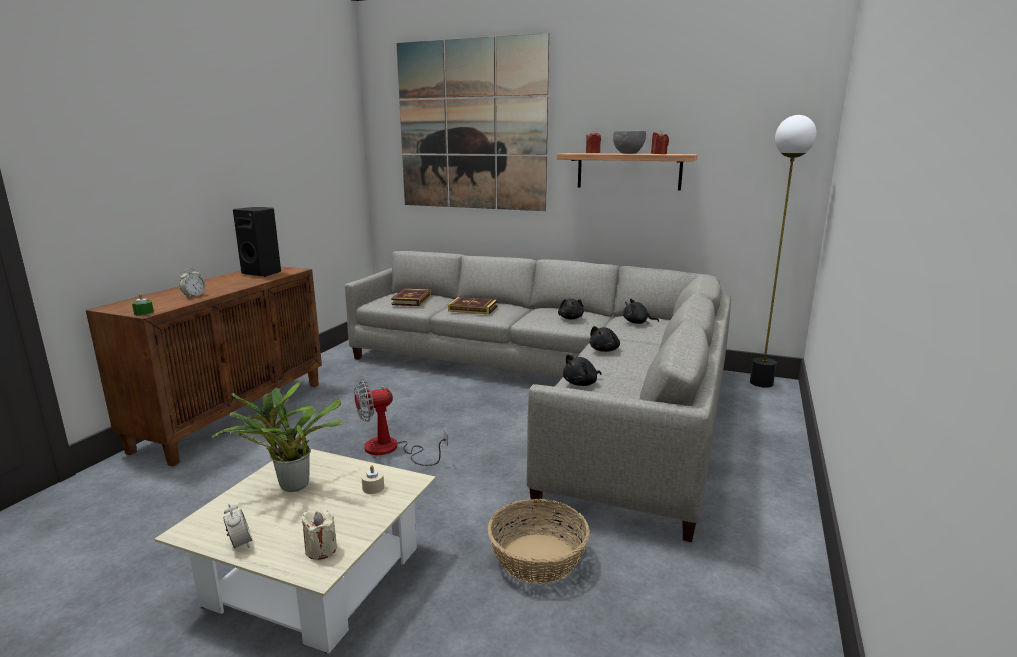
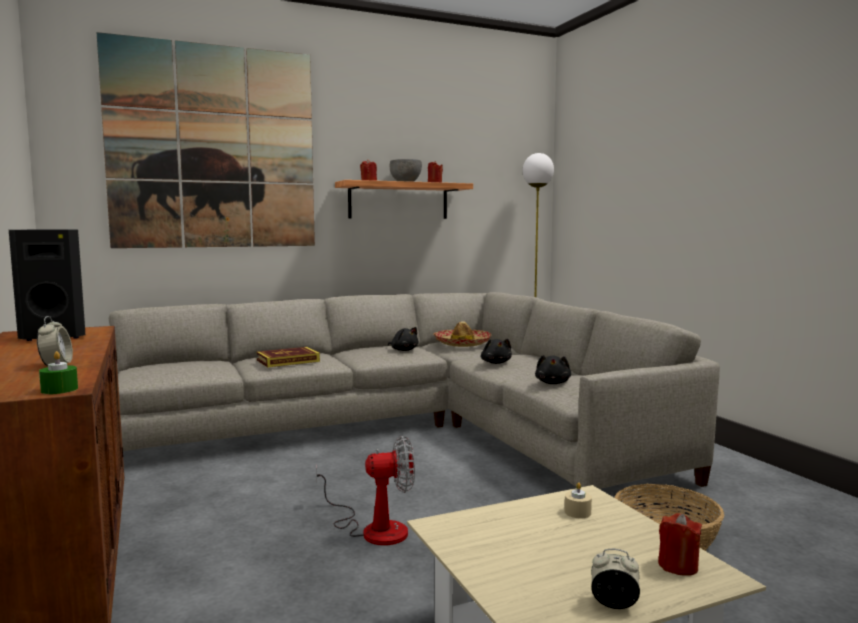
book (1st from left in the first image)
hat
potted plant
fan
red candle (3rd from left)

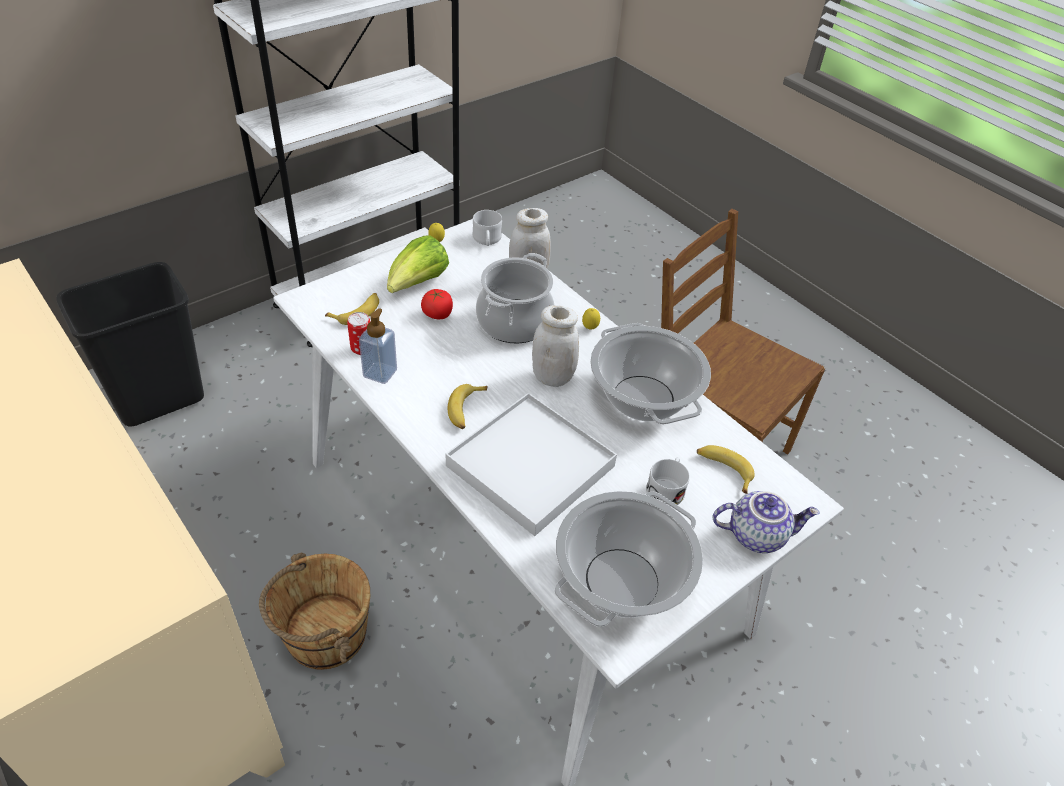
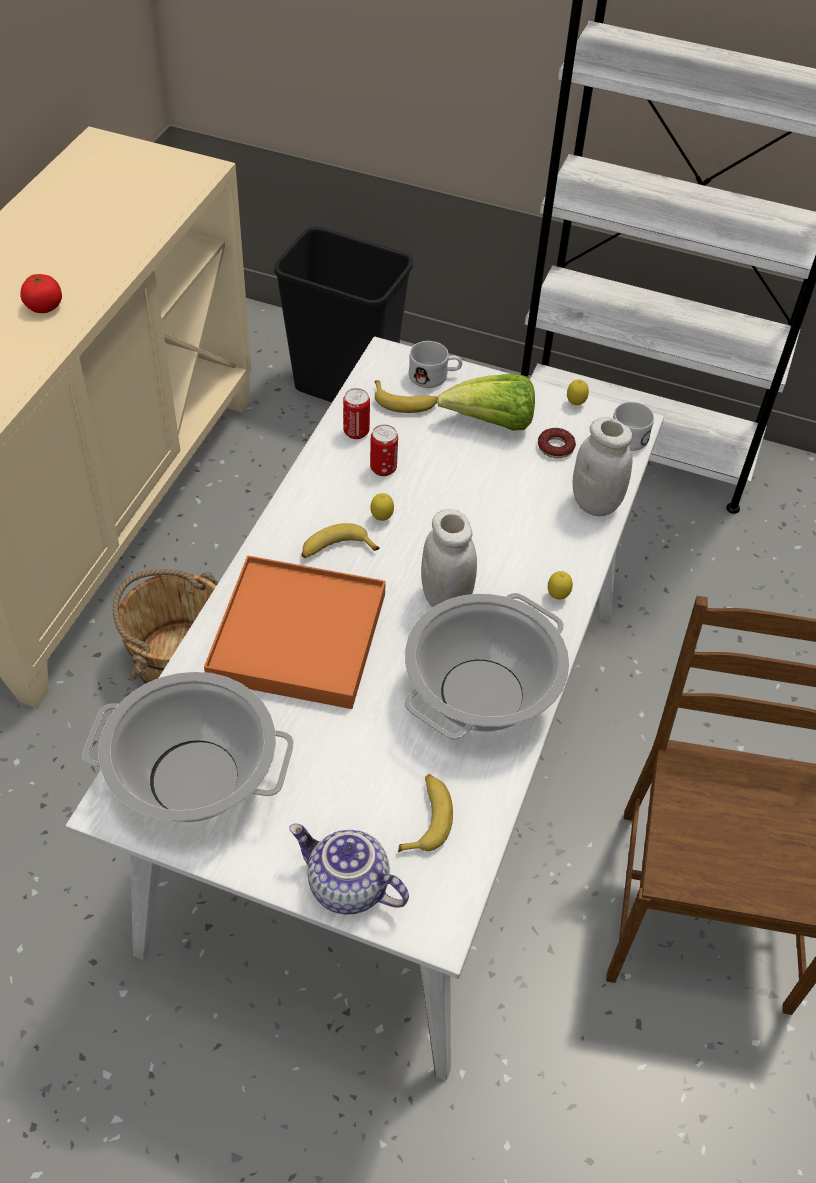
cooking pot (1st from left in the first image)
tomato
soap dispenser
orange tray
white mug (1st from left)
teapot
can (2nd from left)
donut
lemon (1st from left)

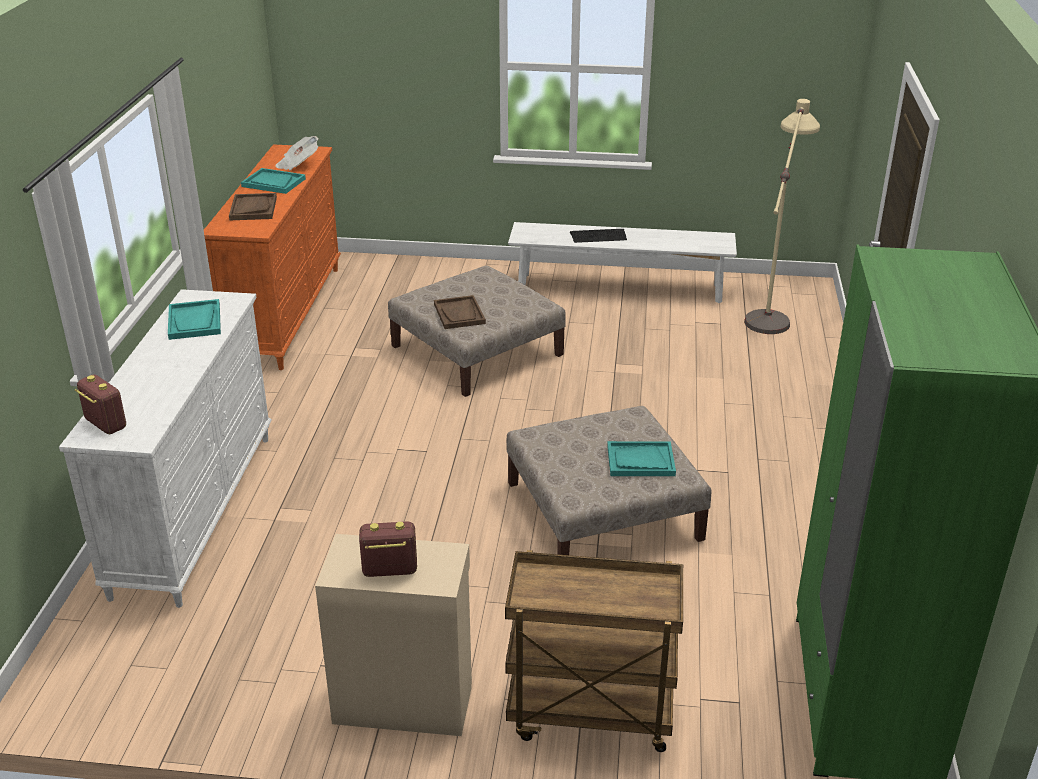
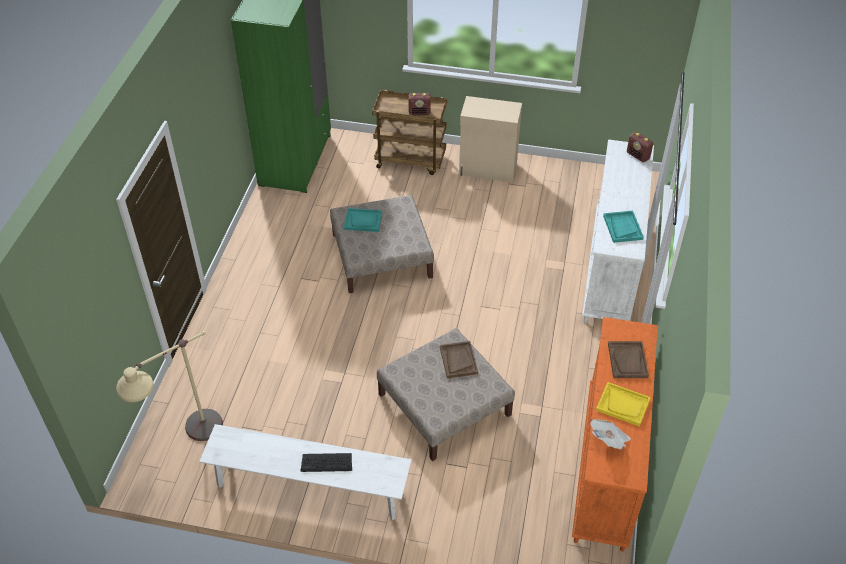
yellow tray
radio (1st from left)

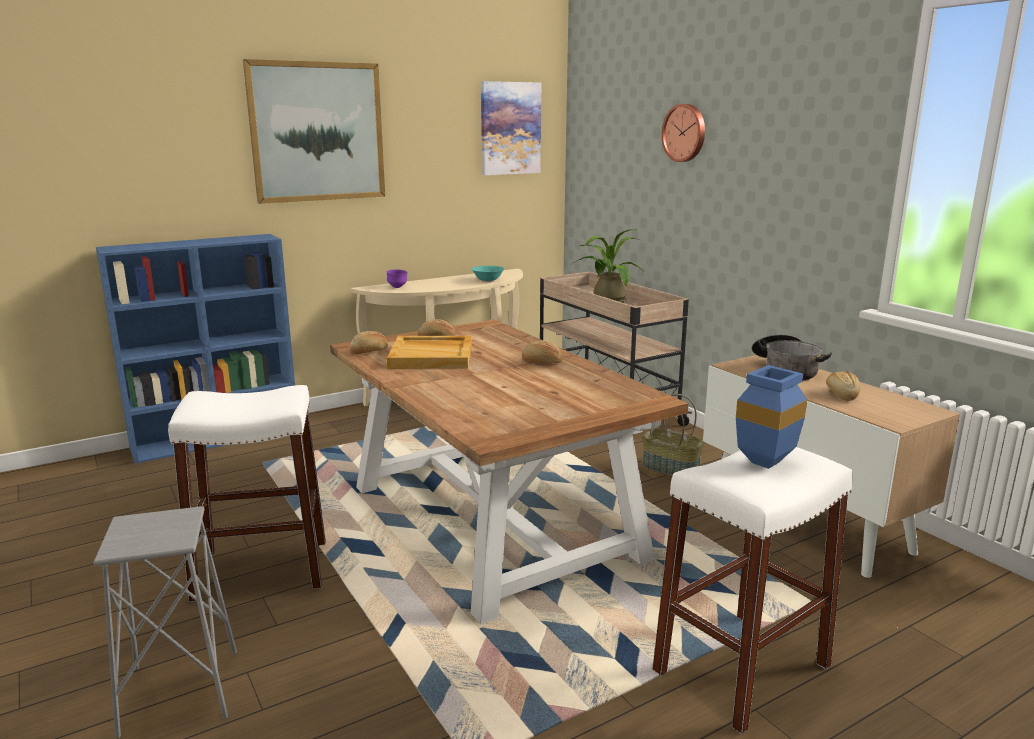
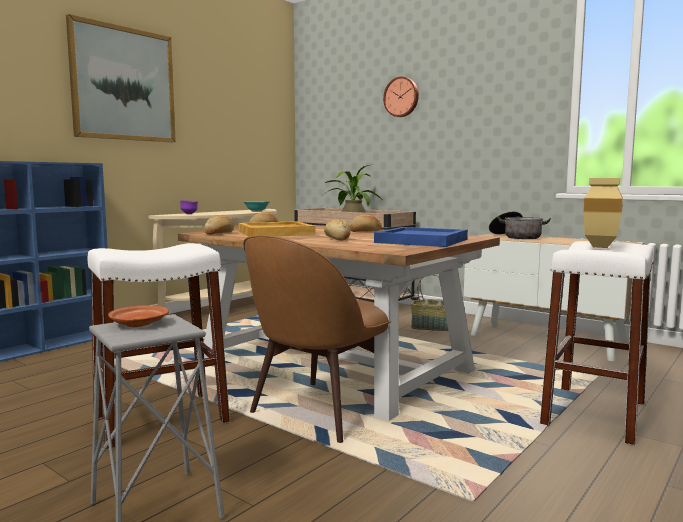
picture (2nd from left in the first image)
beige vase
bread (3rd from left)
blue tray
brown chair
brown plate

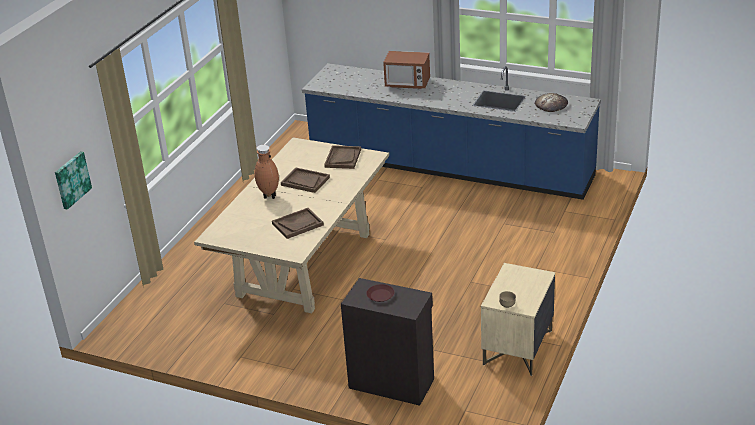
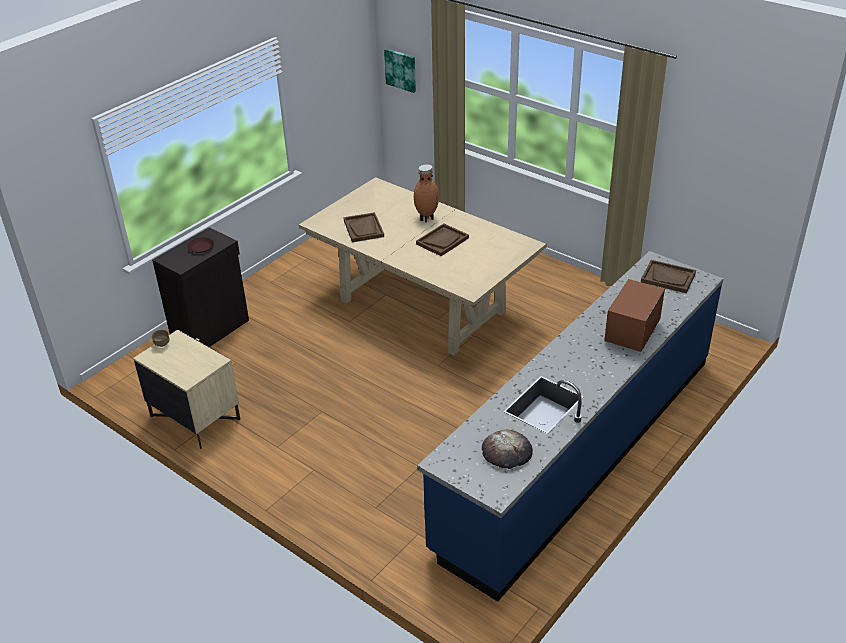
brown tray (3rd from left)

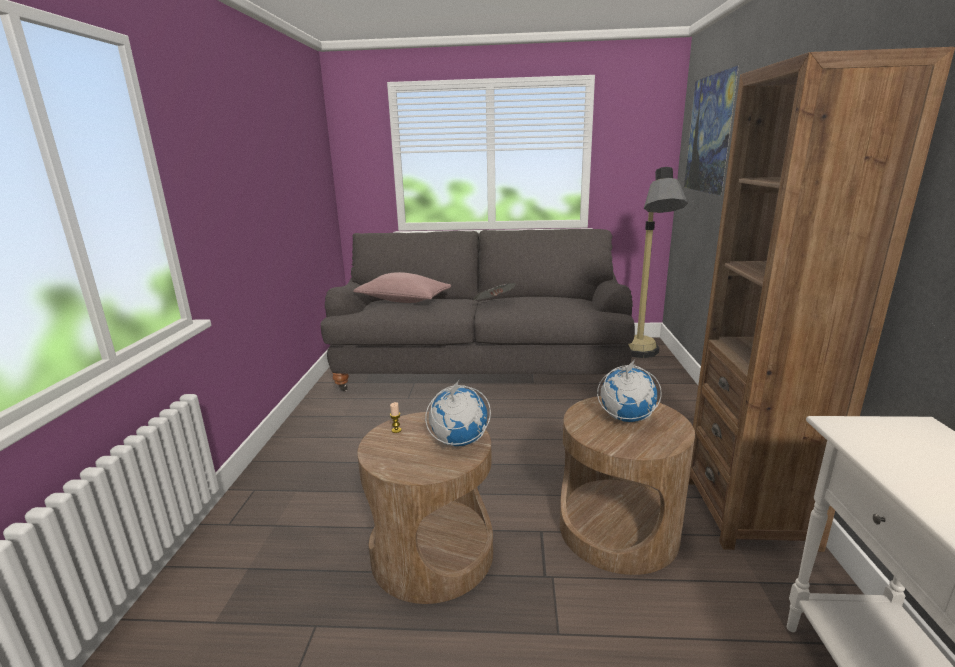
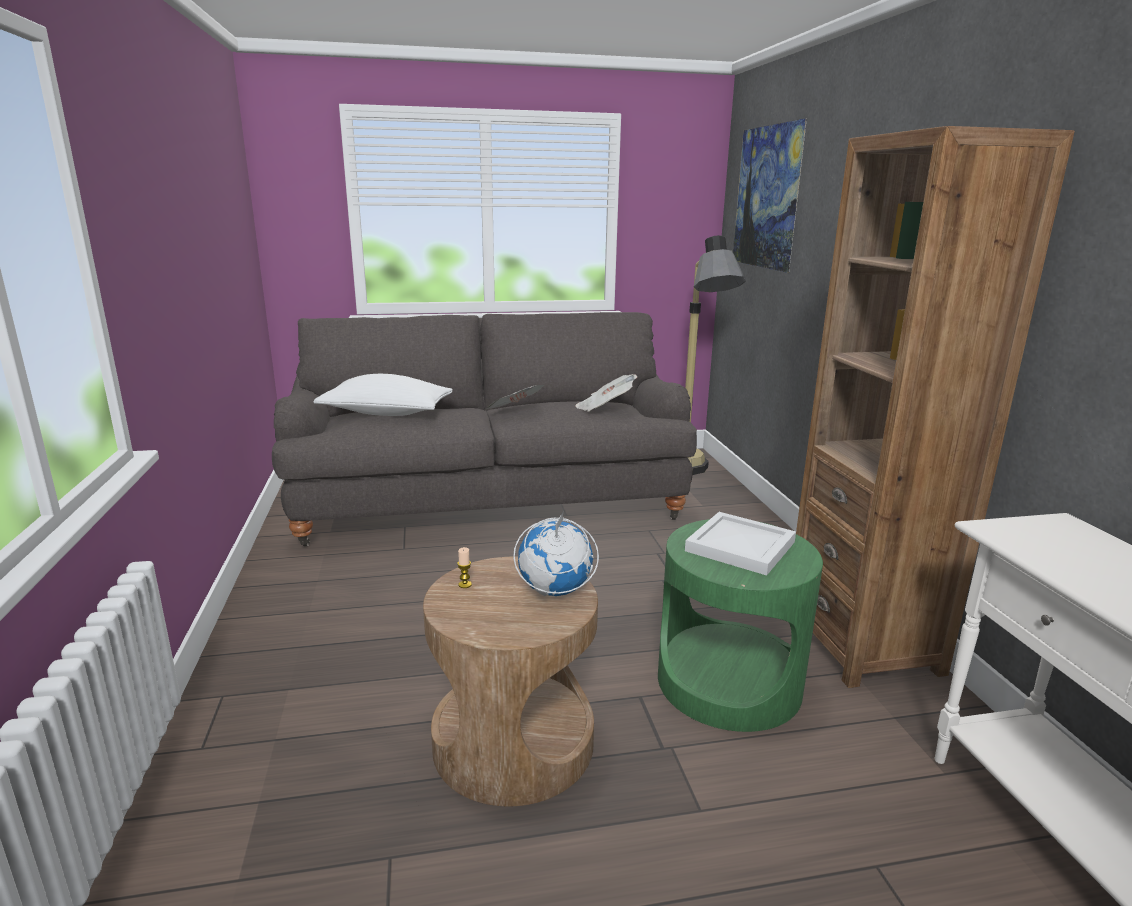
white pillow
white tray
green side table
newspaper (2nd from left)

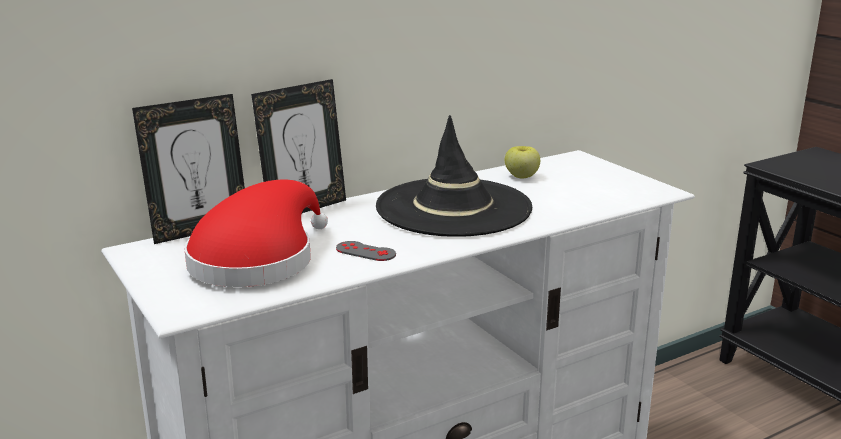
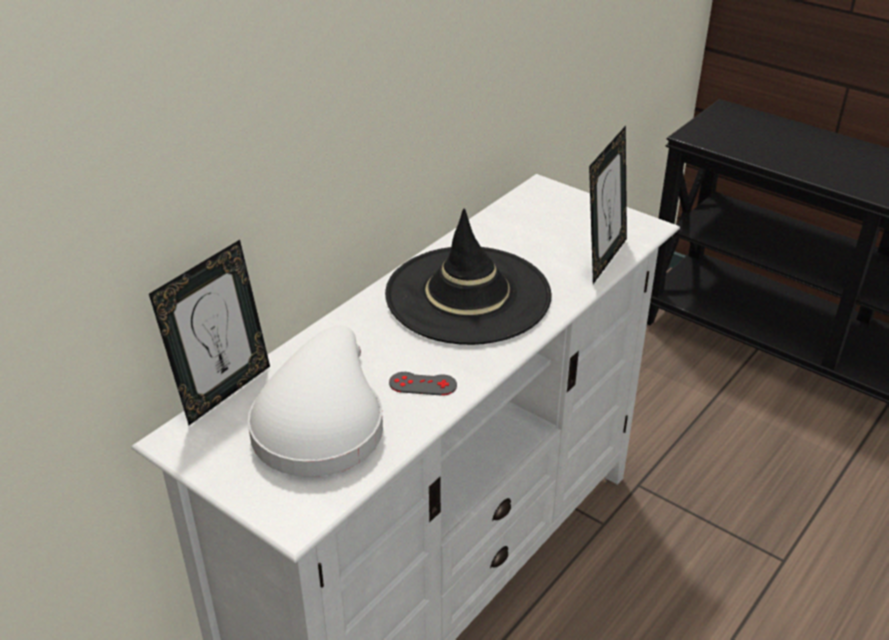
picture frame (2nd from left)
apple
white hat

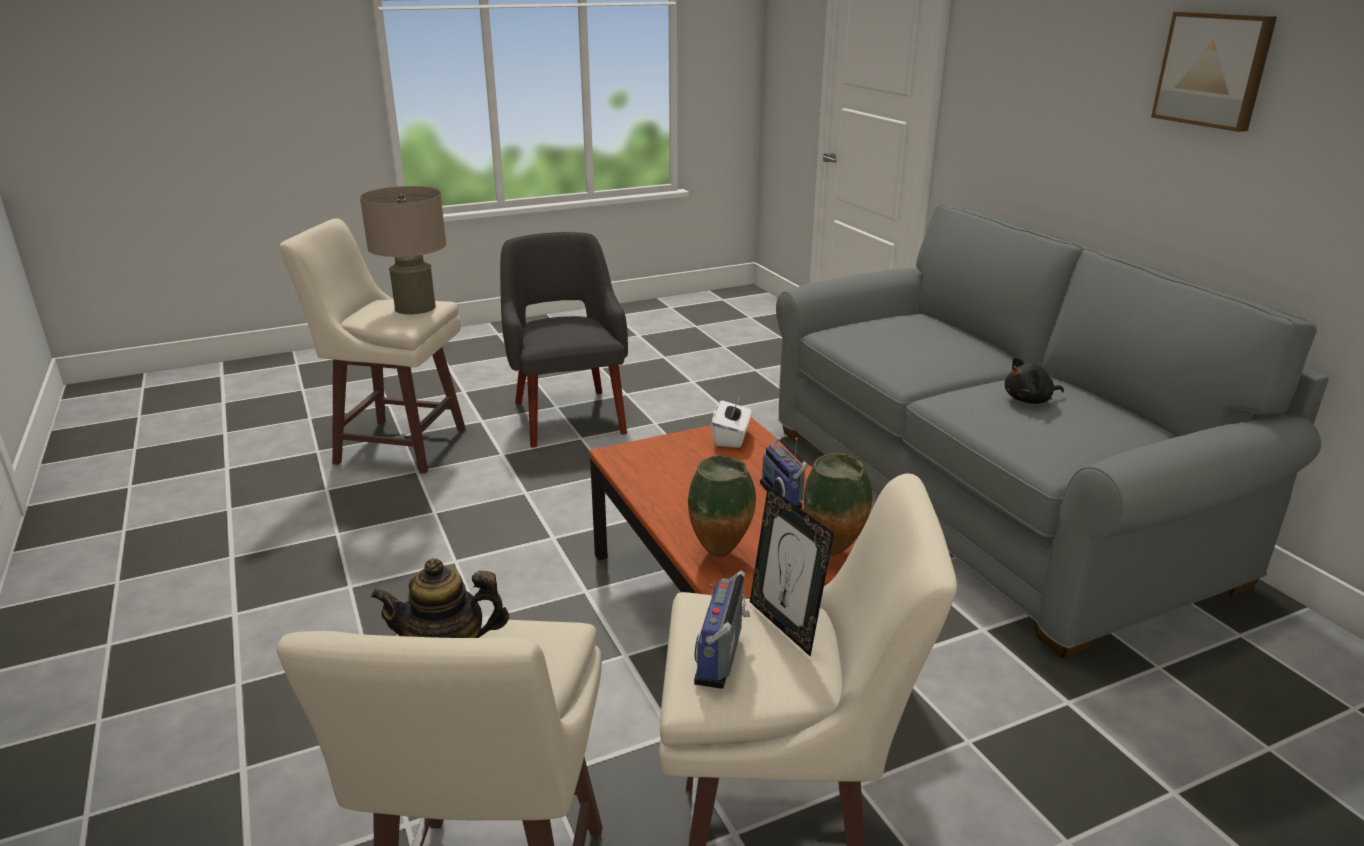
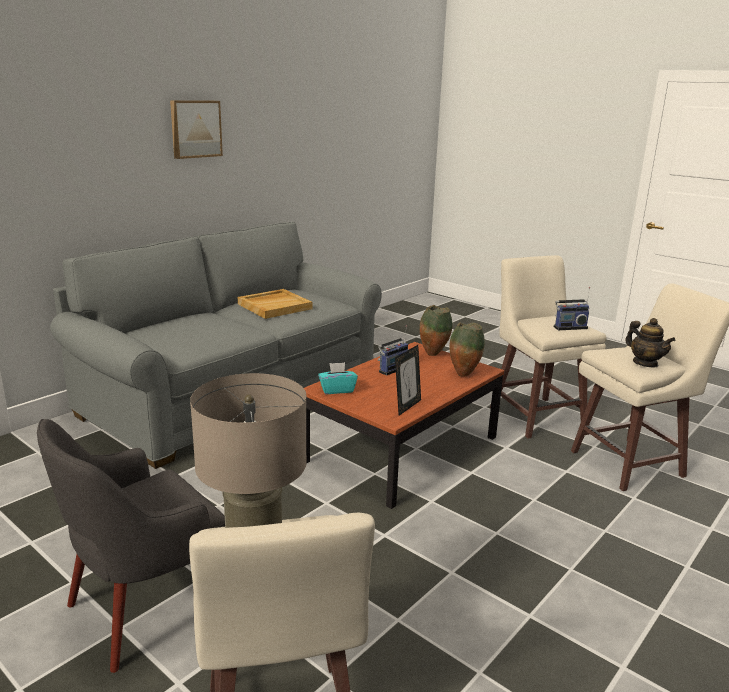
beige tray
turquoise tissue box
picture frame

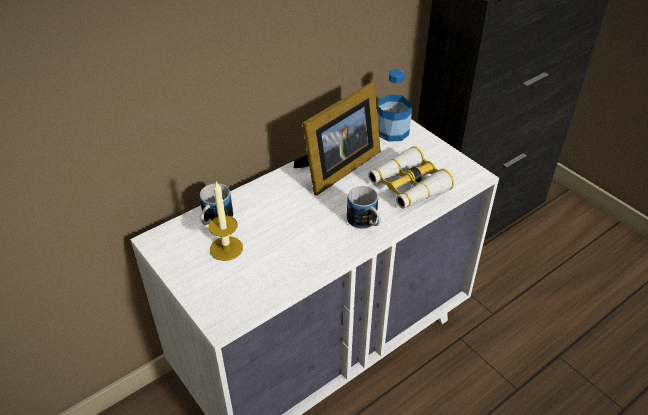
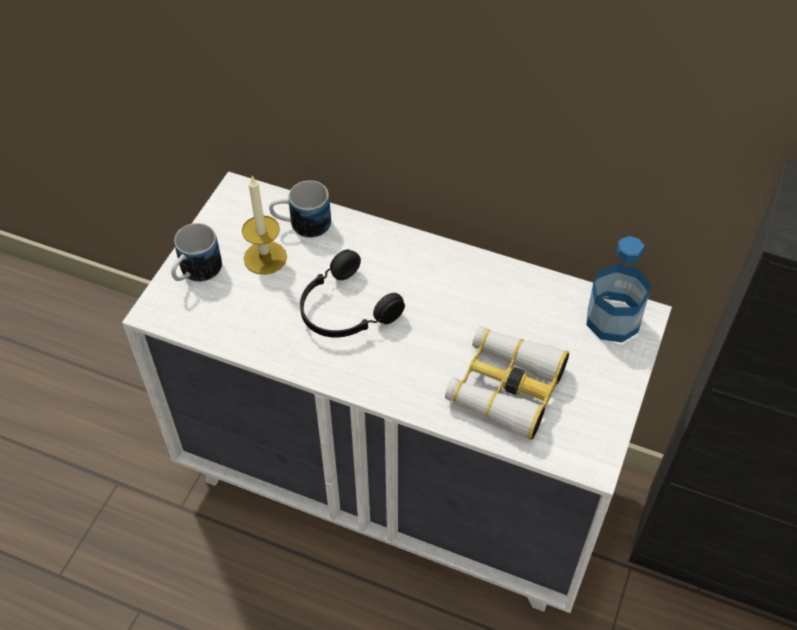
picture frame
mug (1st from left)
black headphones

